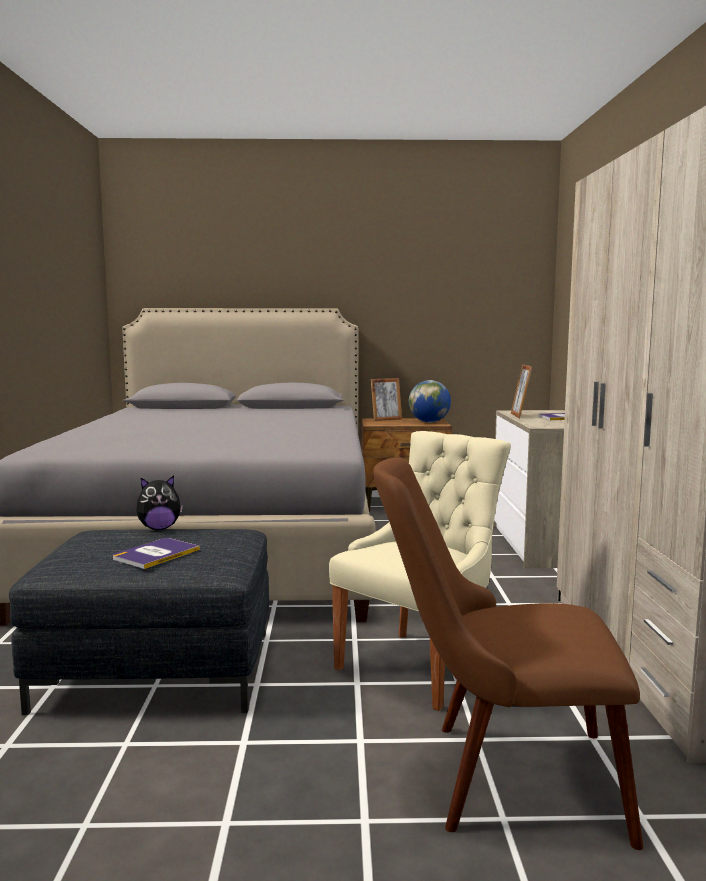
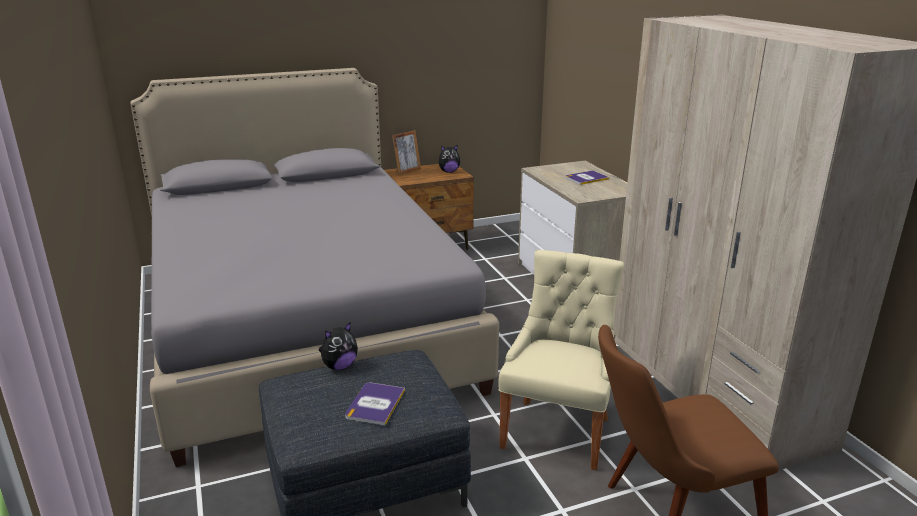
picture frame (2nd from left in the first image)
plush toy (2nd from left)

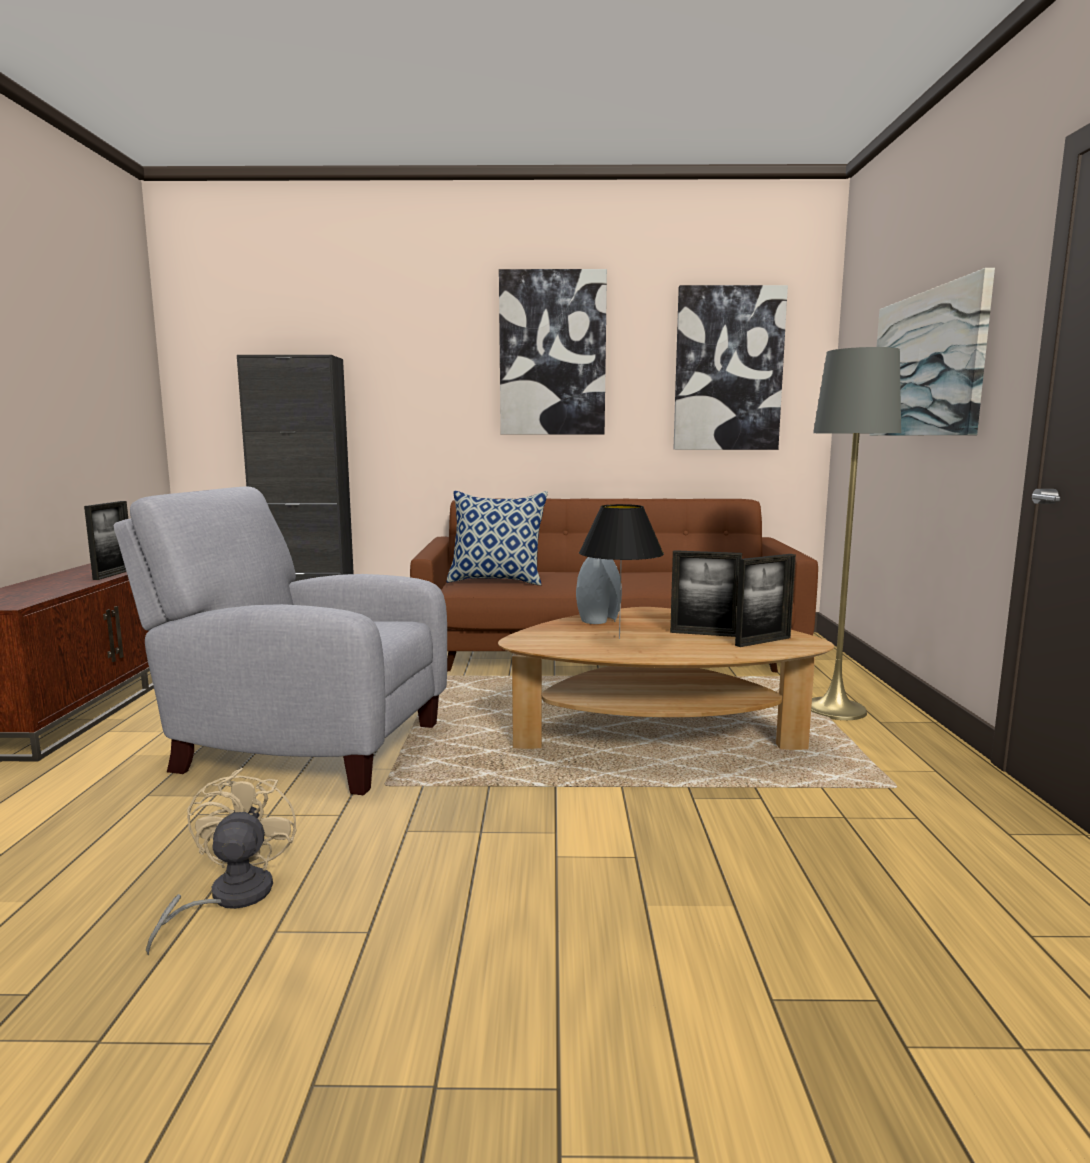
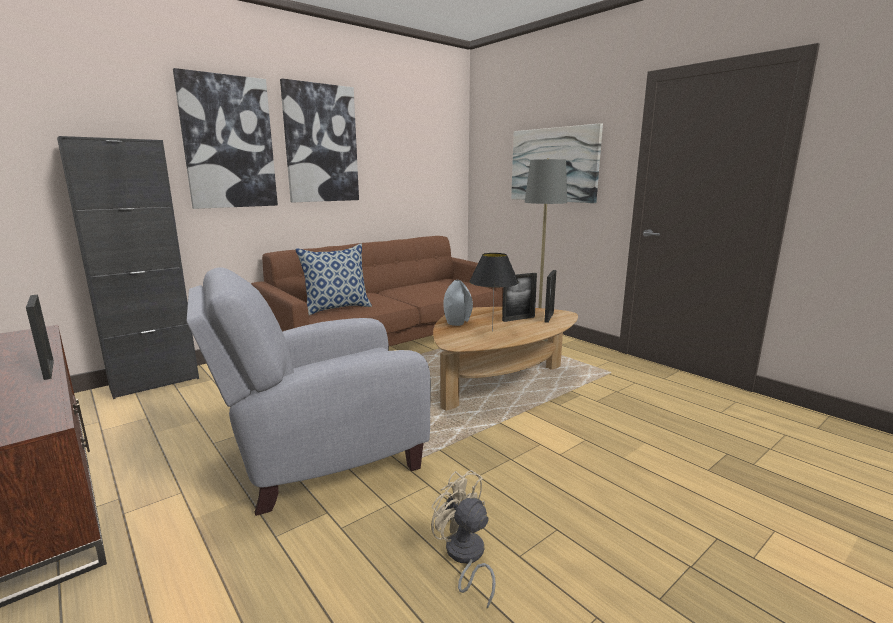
picture (1st from left)

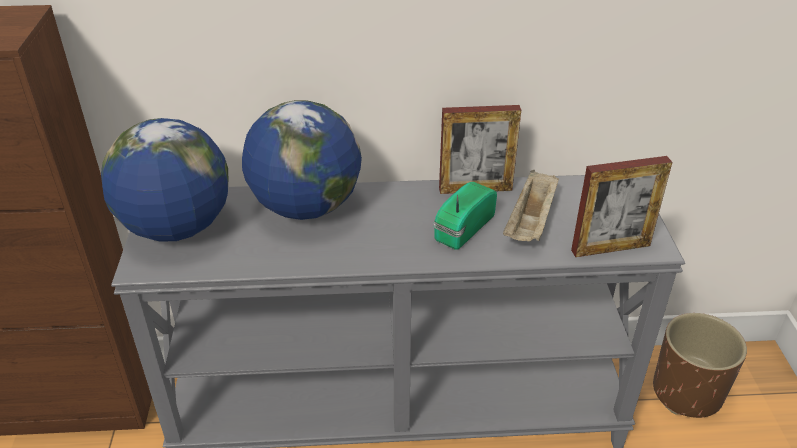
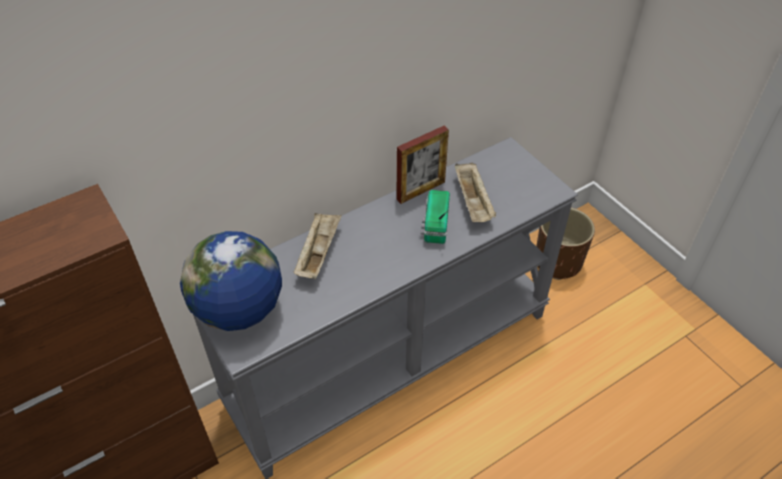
beige tray (1st from left)
picture frame (2nd from left in the first image)

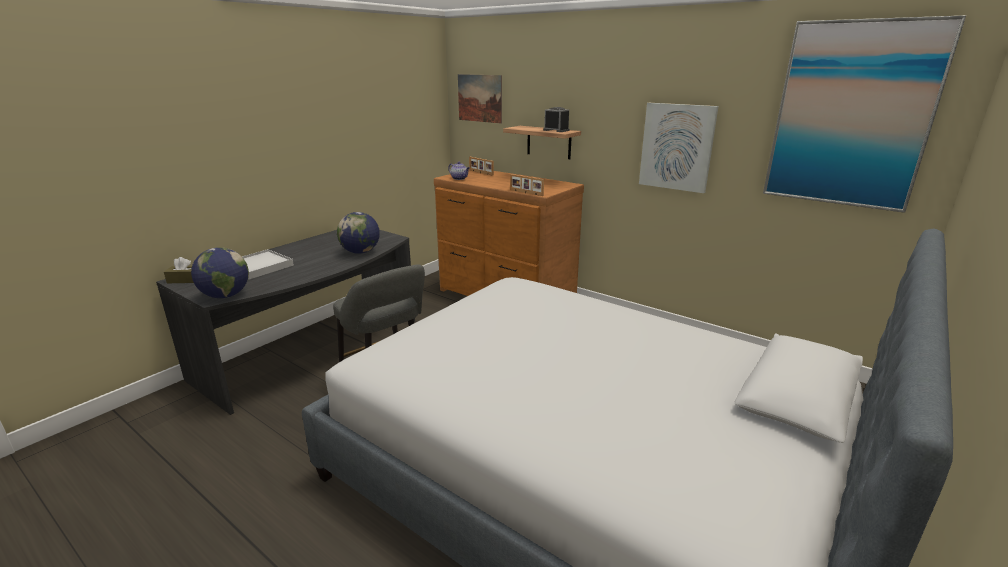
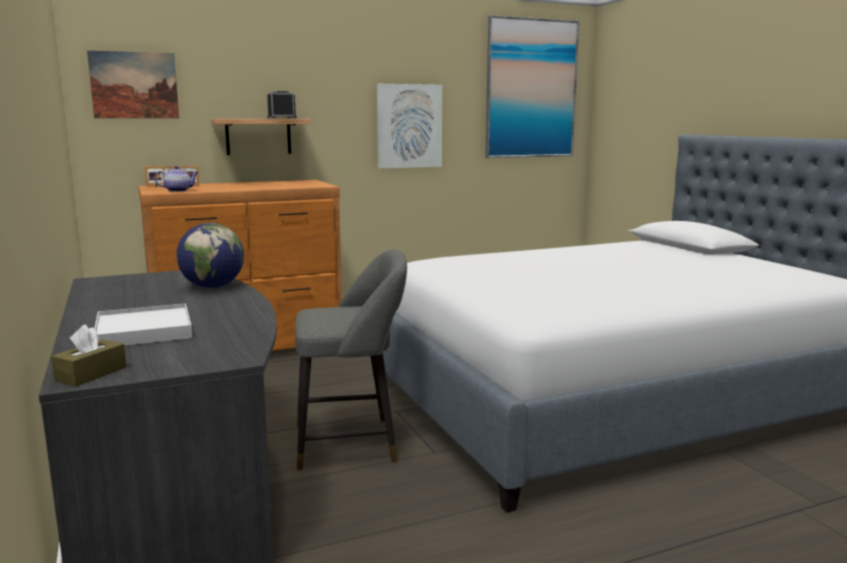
picture frame (2nd from left in the first image)
globe (1st from left in the first image)

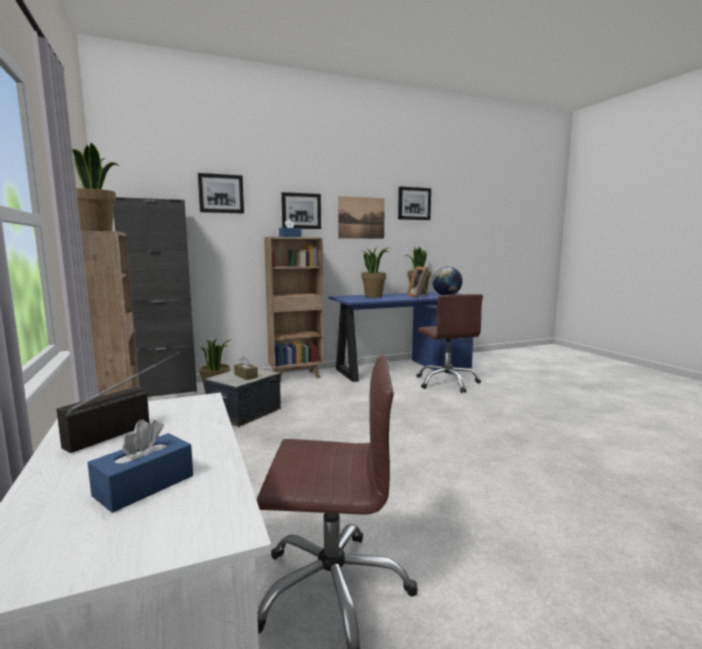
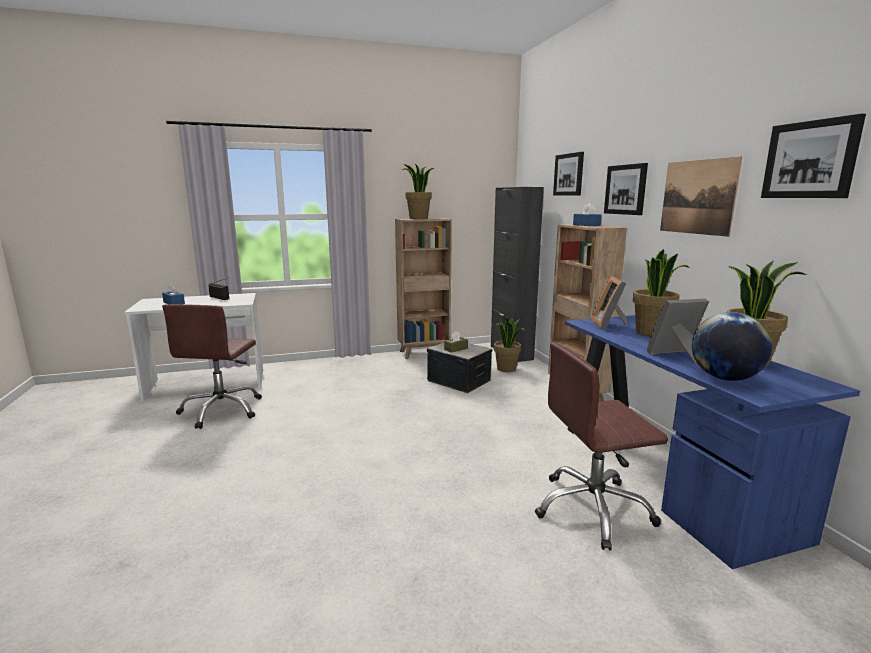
picture frame (1st from left)

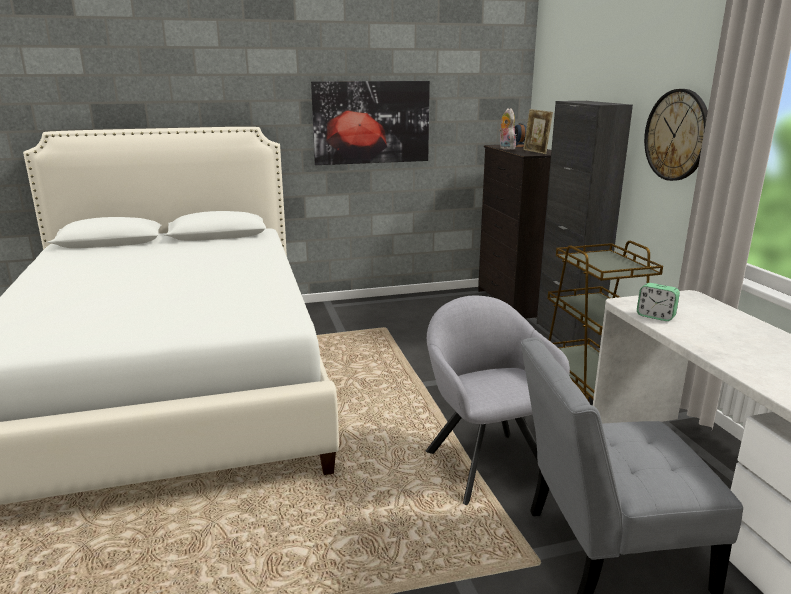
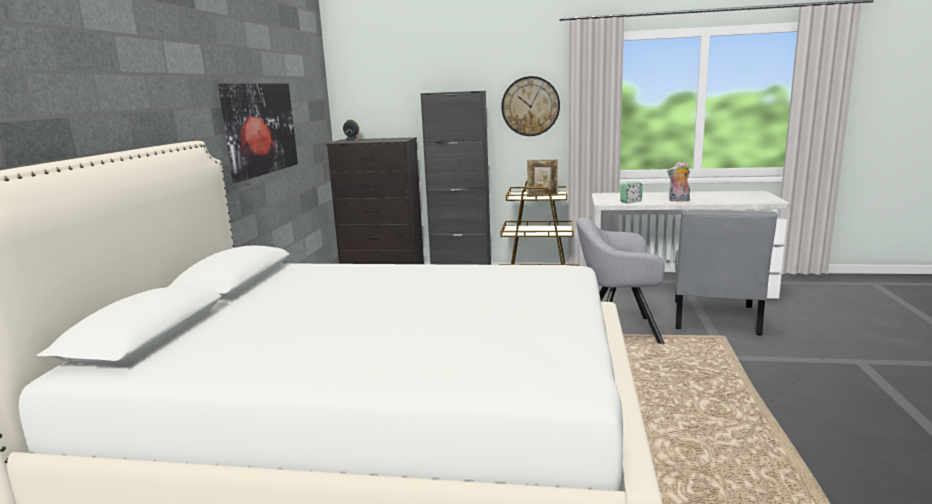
plush toy
picture frame

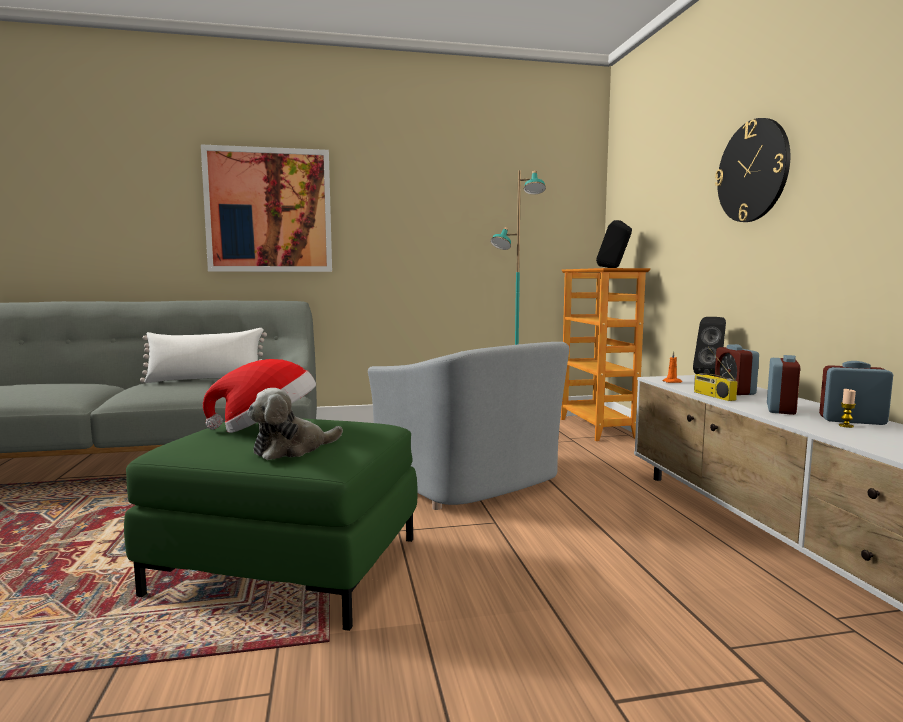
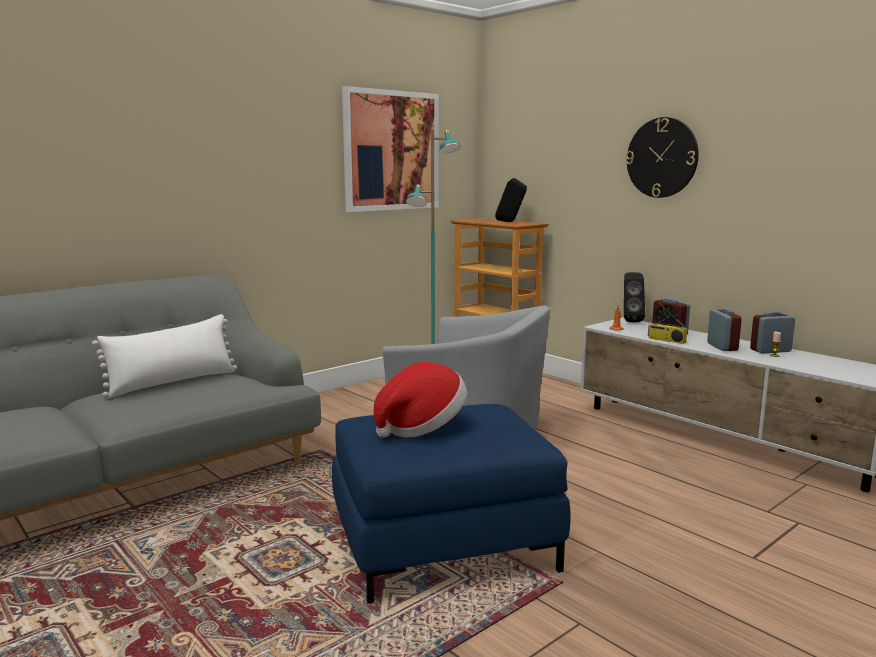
picture
plush toy
blue ottoman

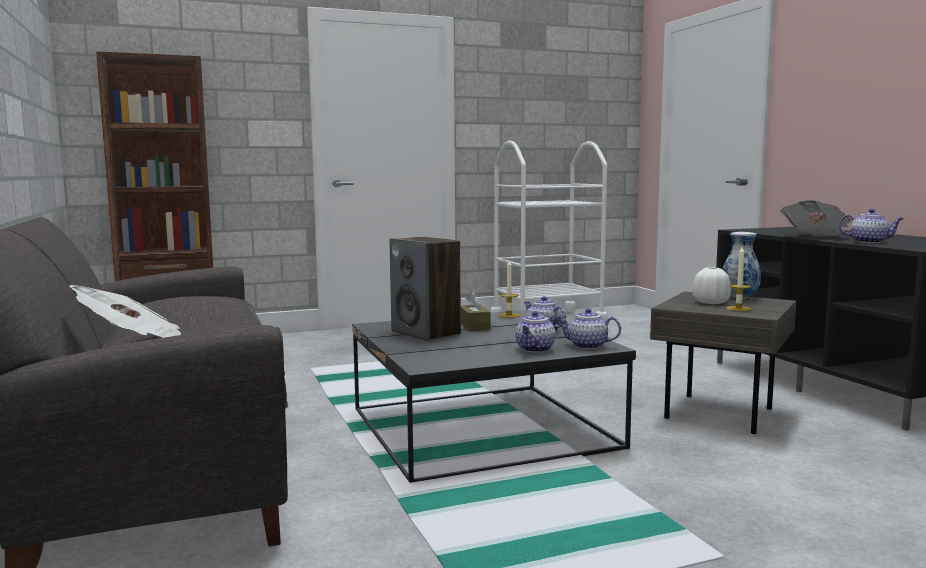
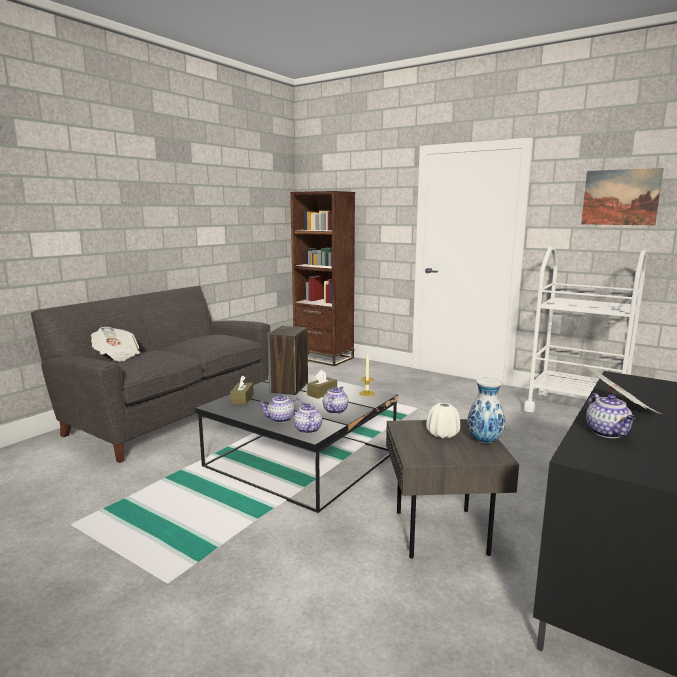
candle (2nd from left in the first image)
picture
brown tissue box (1st from left)

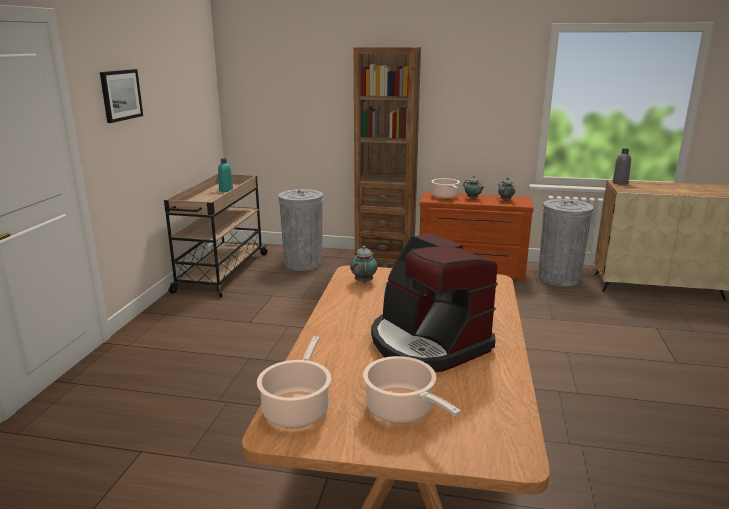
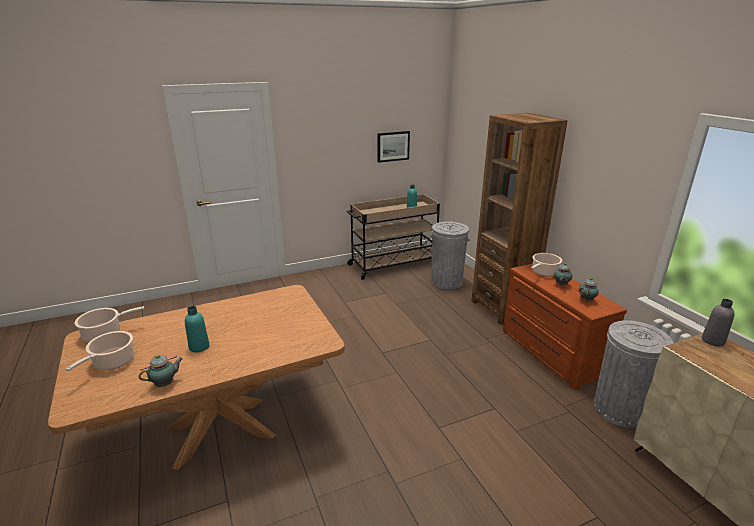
picture
turquoise bottle (1st from left)
teapot (1st from left)

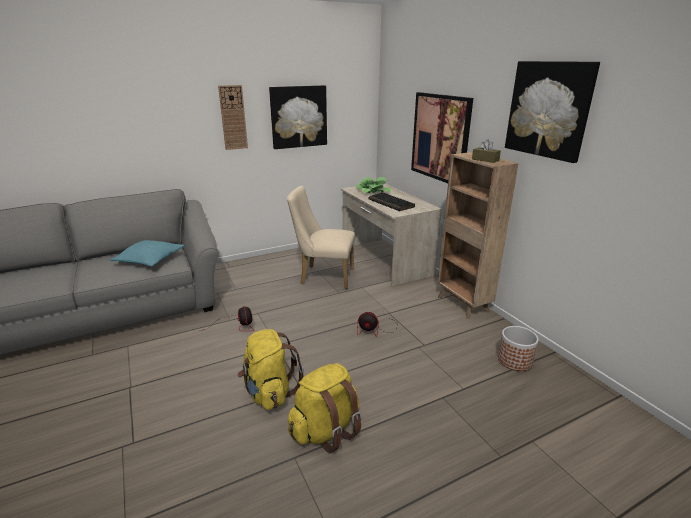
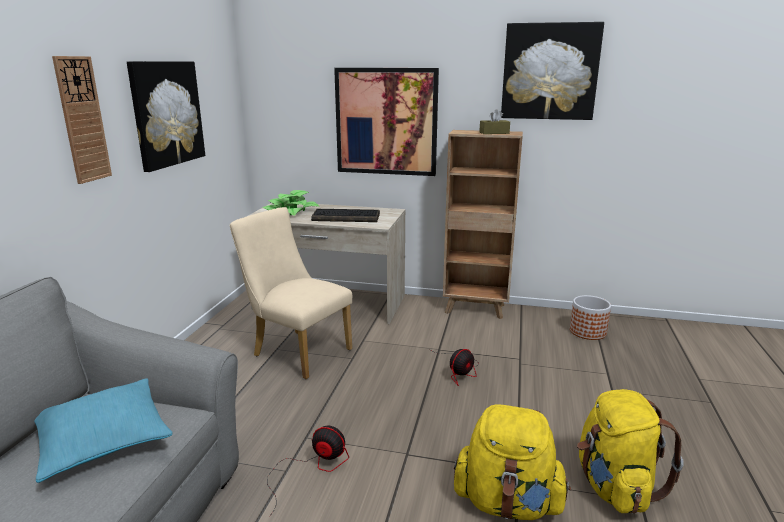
beige chair

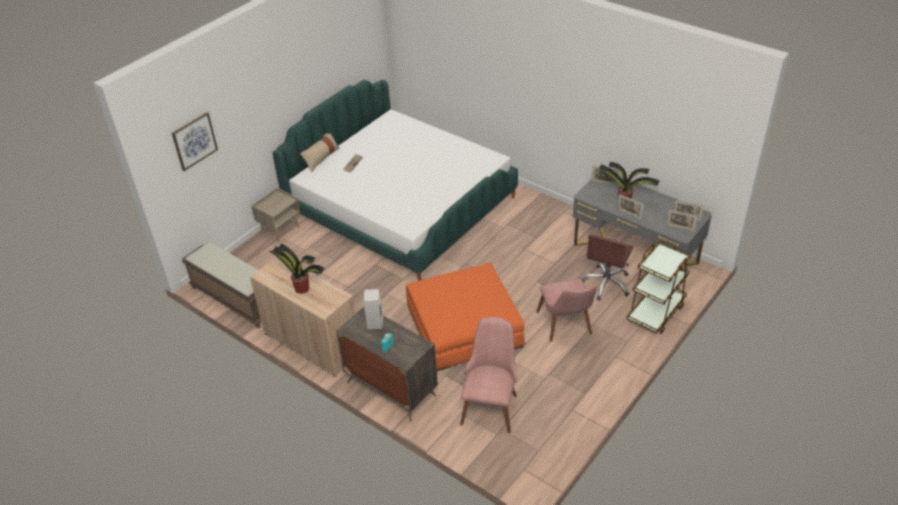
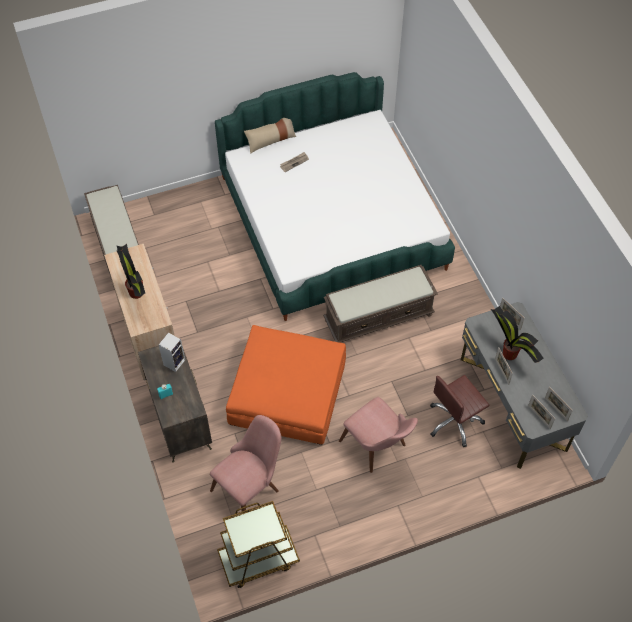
picture
beige nightstand
brown cart
pink chair (2nd from left)
brown bench (2nd from left)

